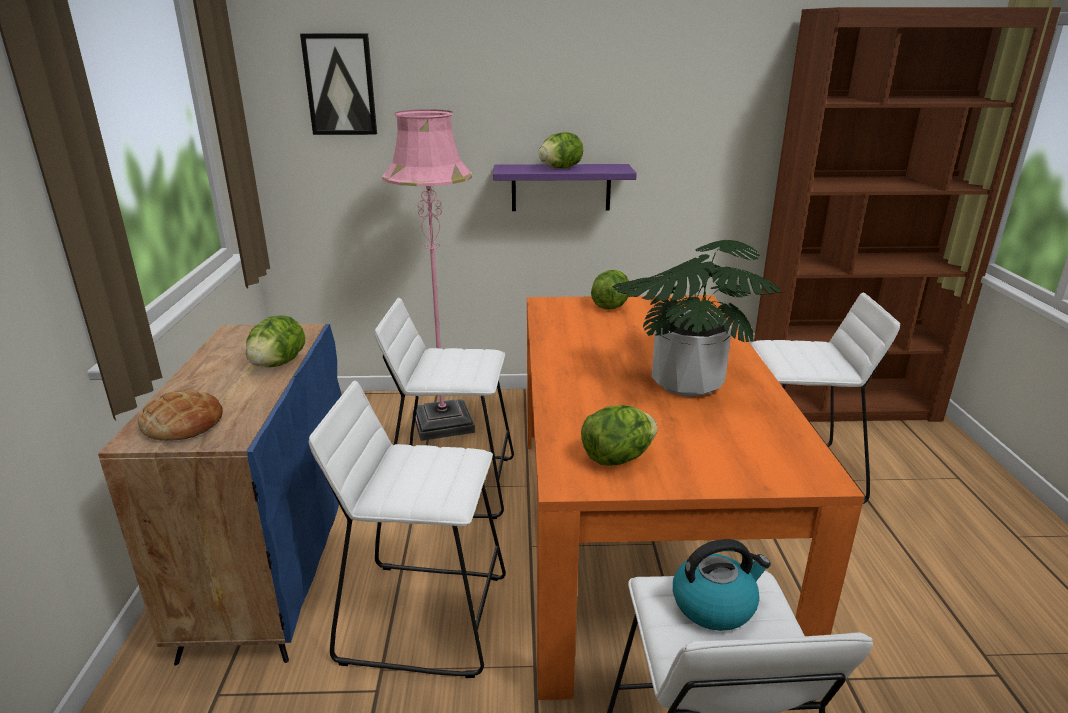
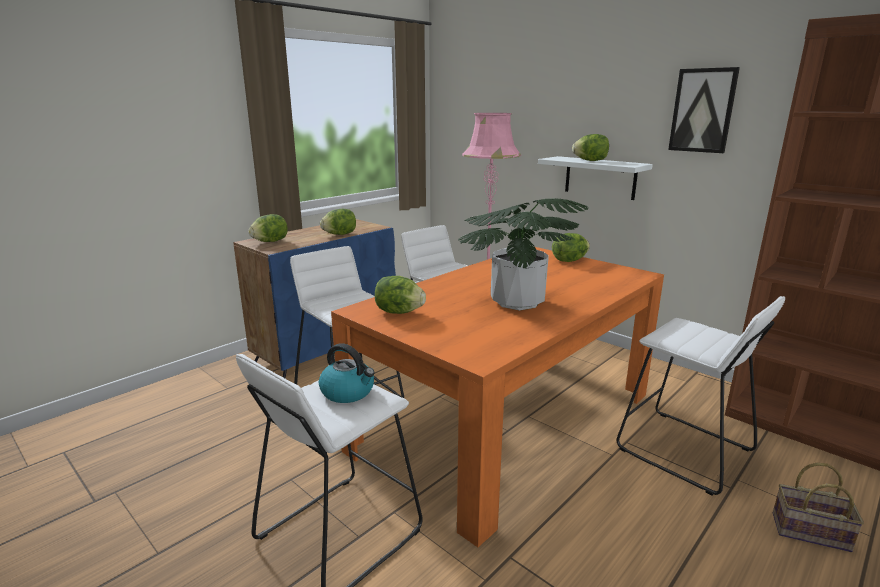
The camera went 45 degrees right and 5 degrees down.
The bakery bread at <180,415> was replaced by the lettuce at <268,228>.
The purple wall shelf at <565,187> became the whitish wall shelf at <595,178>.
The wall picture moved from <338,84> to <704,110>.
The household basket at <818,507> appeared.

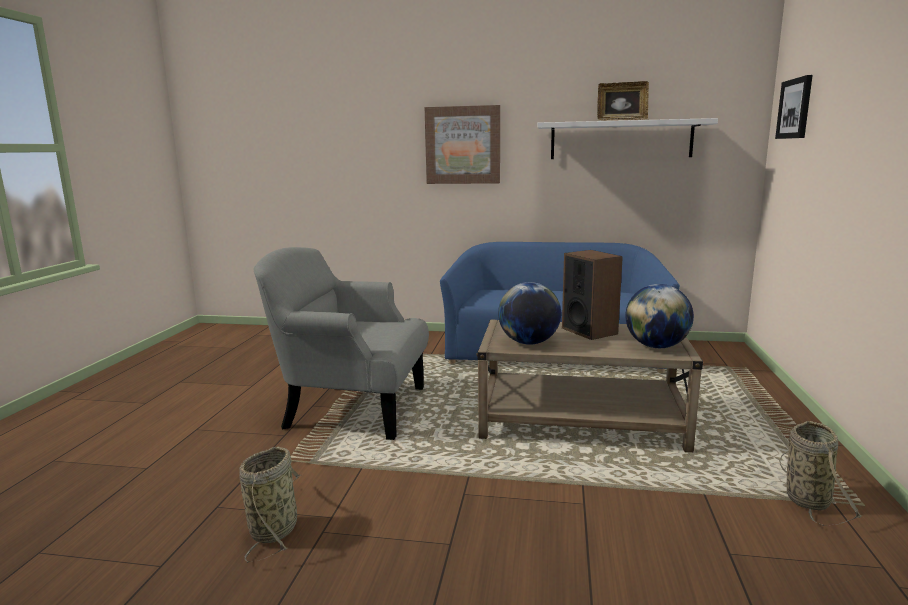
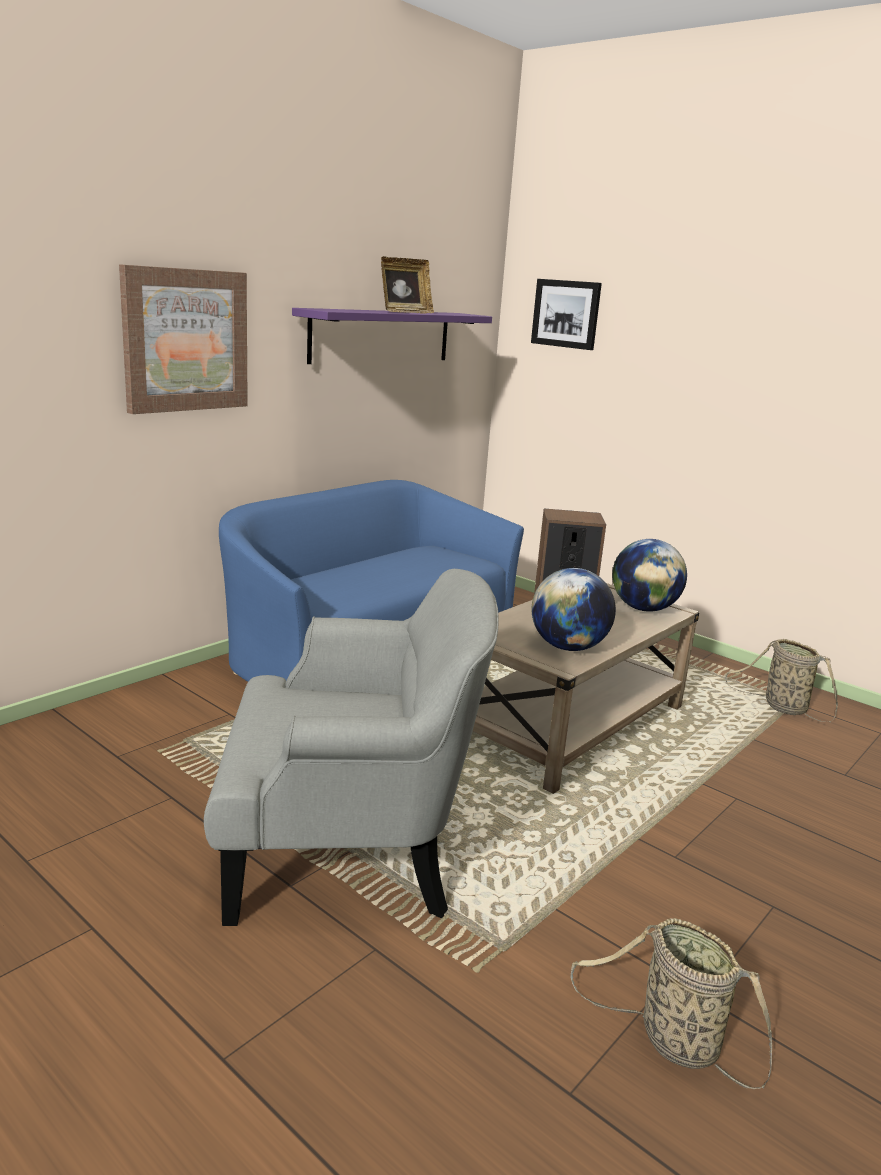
The camera went 60 degrees left and 5 degrees up.
The gray armchair at <341,343> turned 135 degrees counterclockwise.
The whitish wall shelf at <628,138> became the purple wall shelf at <392,336>.

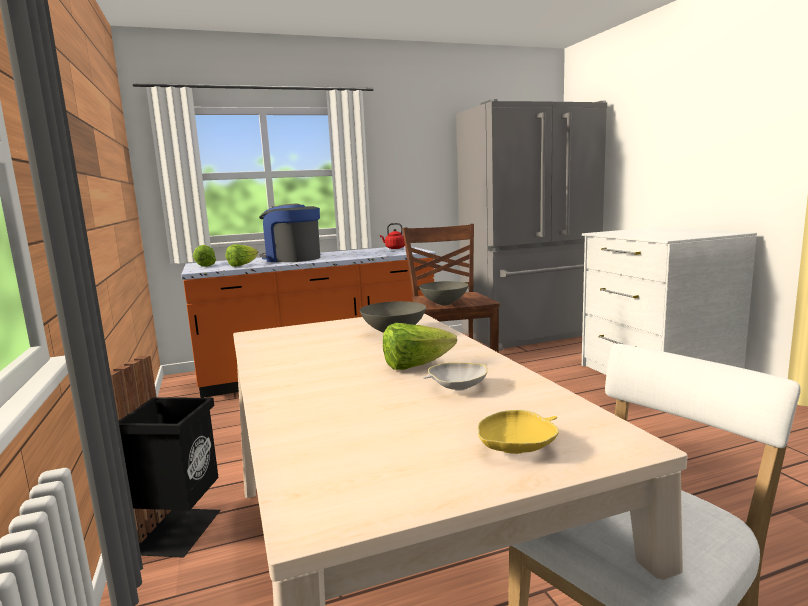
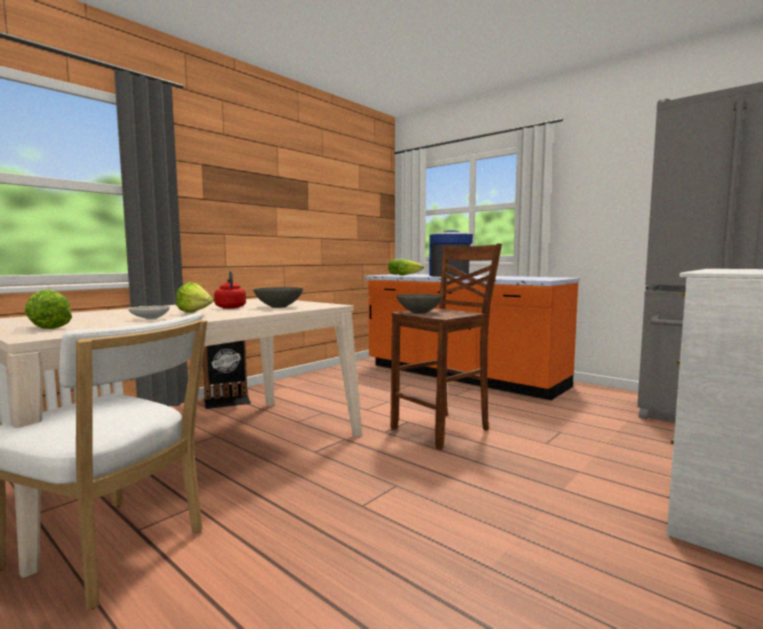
The camera went 60 degrees right and 5 degrees down.
The yellow deep dish at <518,432> was replaced by the lettuce at <48,309>.
The reddish water kettle moved from <392,236> to <230,289>.

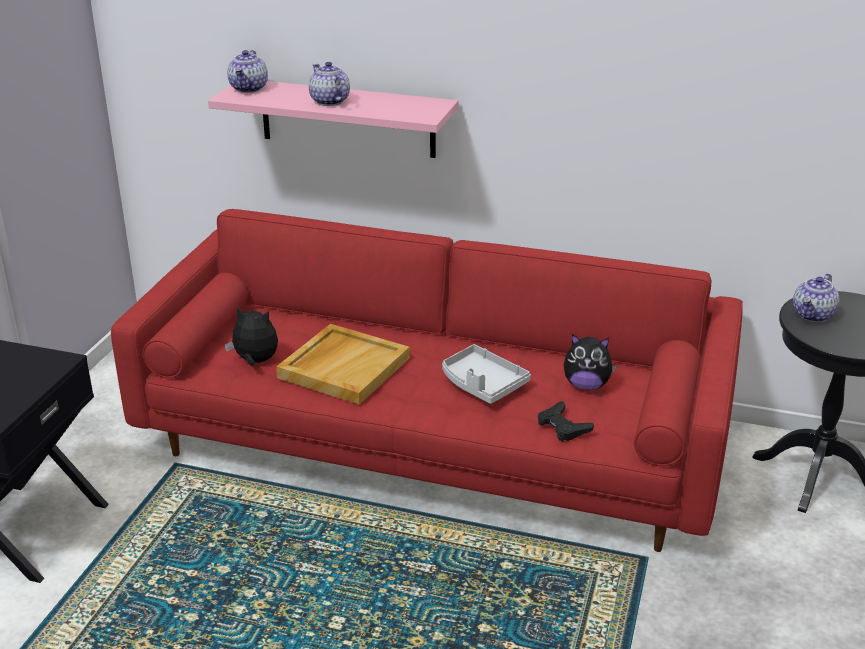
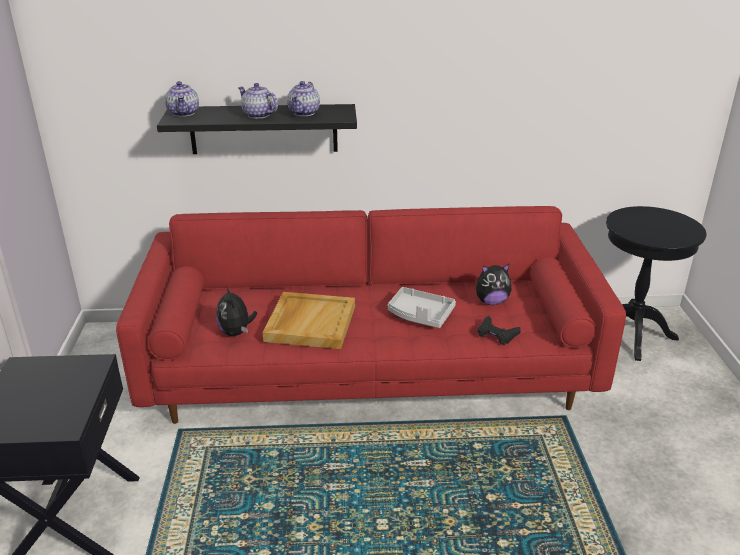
The camera went 20 degrees left and 0 degrees up.
The pink-coloured wall shelf at <333,119> became the black wall shelf at <257,129>.
The cuddly toy at <251,336> turned 105 degrees counterclockwise.
The tea pot moved from <816,298> to <303,98>.

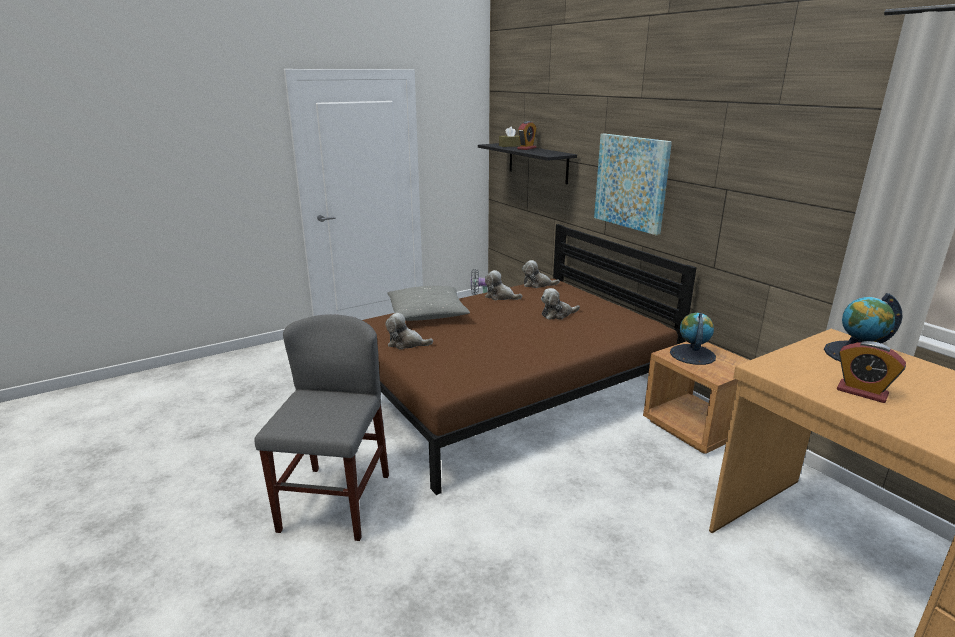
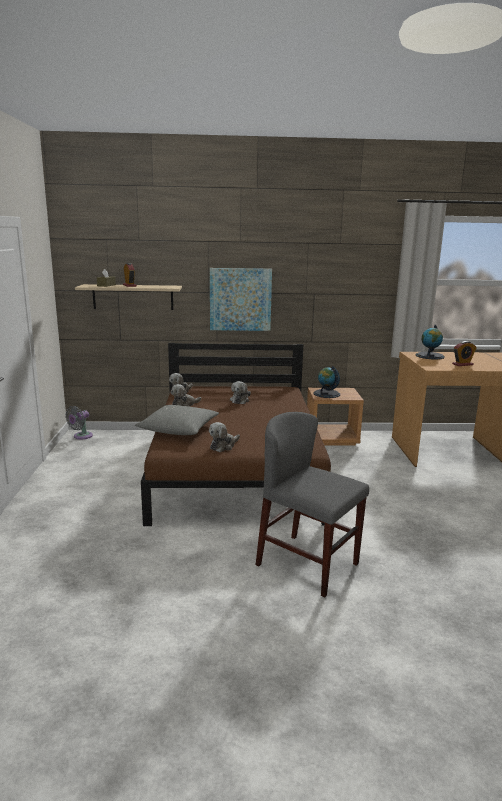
The camera went 60 degrees left and 5 degrees down.
The black wall shelf at <527,163> became the sand-coloured wall shelf at <128,297>.

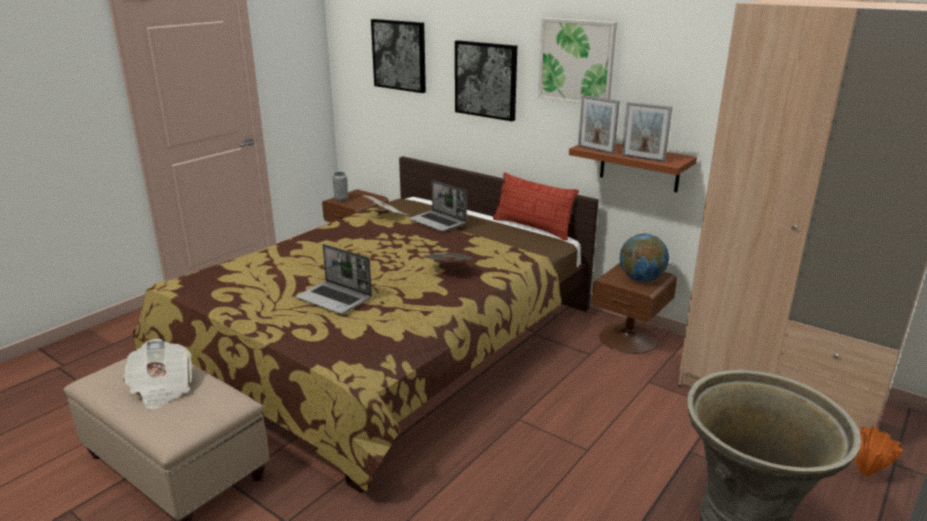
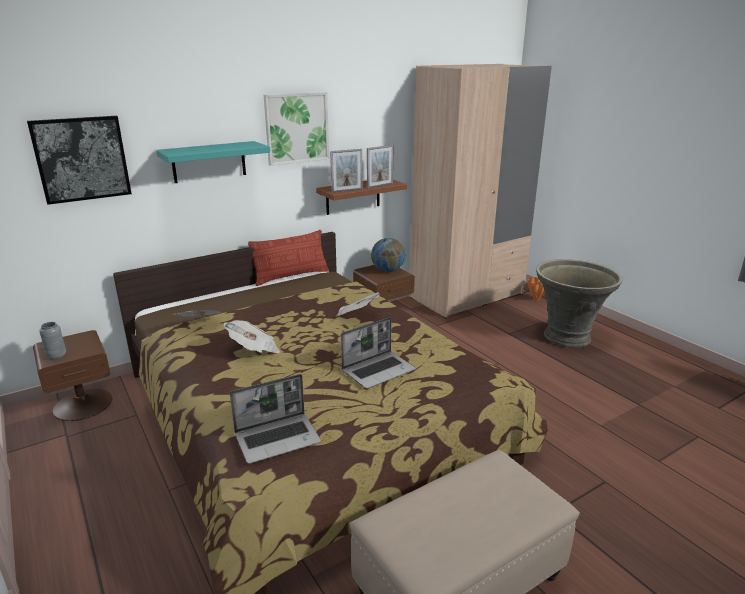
The camera went 70 degrees left and 0 degrees up.
The wall picture at <486,80> was replaced by the turquoise wall shelf at <213,162>.
The printed paper moved from <157,374> to <251,336>.
The portable computer moved from <438,206> to <275,419>.

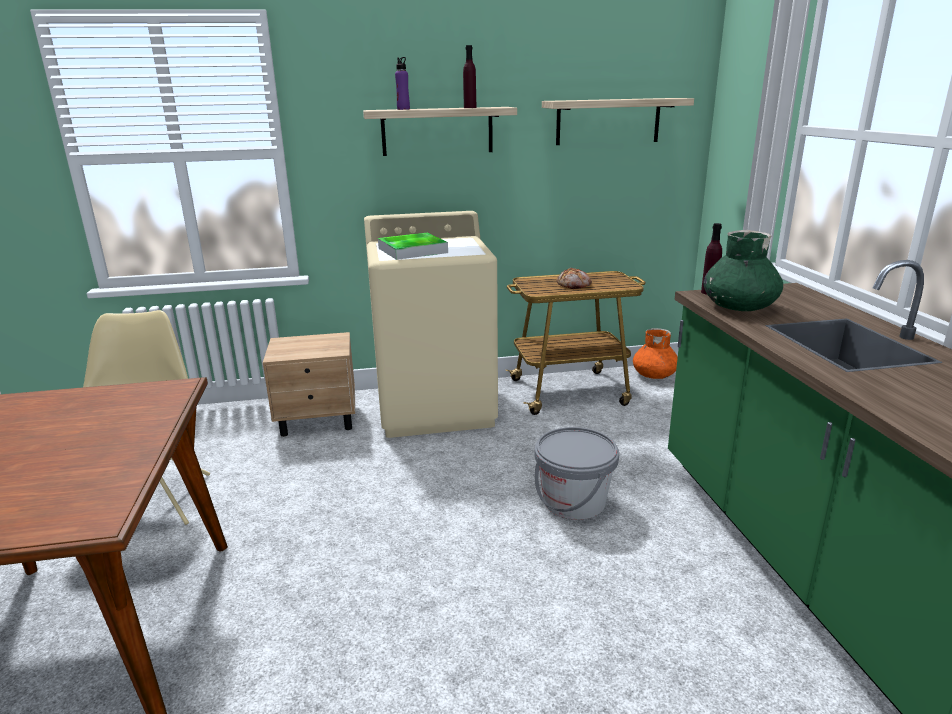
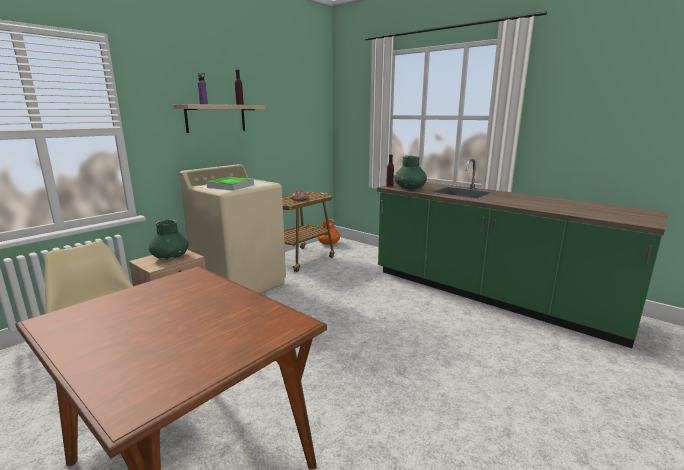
The camera went 40 degrees left and 5 degrees down.
The greenish decorative vase at <169,239> appeared.
The gray water bucket at <577,473> disappeared.
The wall shelf at <618,121> disappeared.

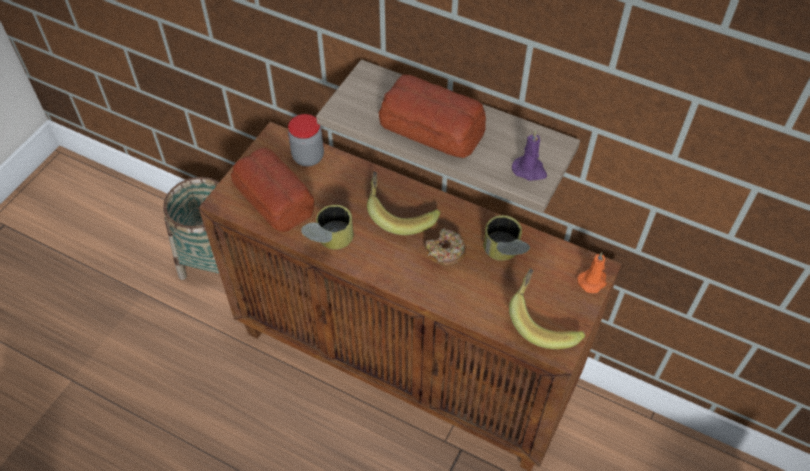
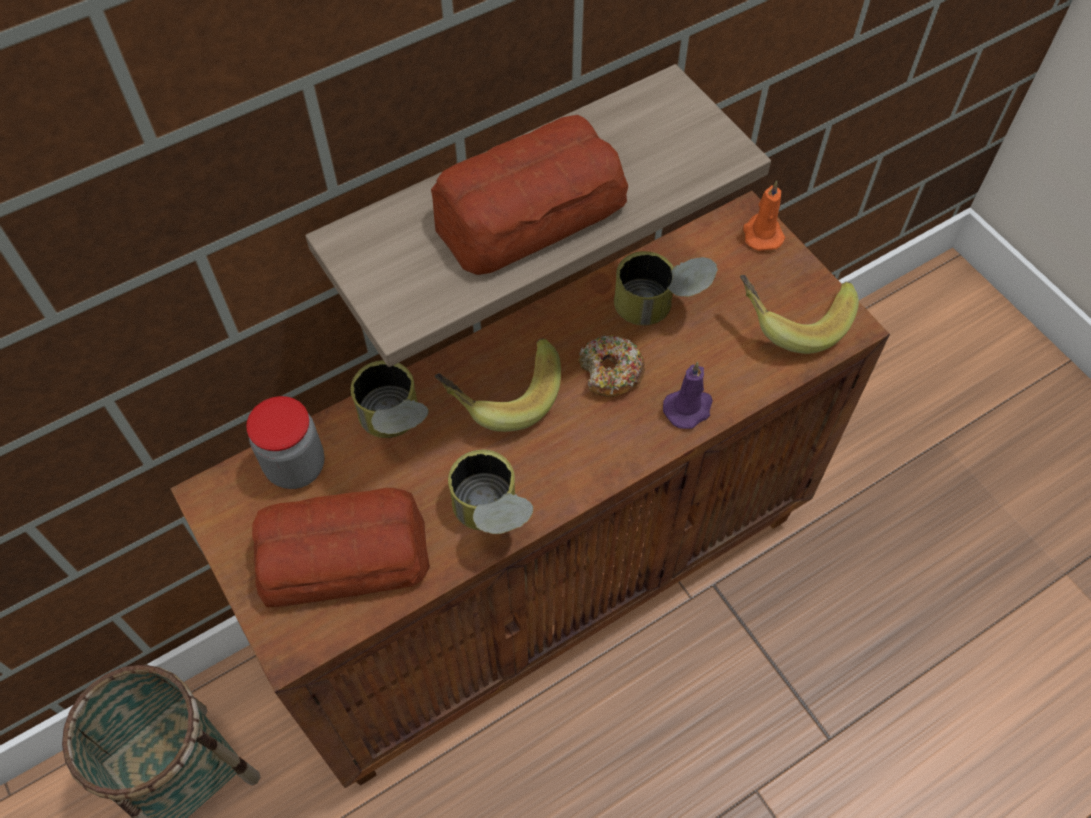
The camera went 60 degrees left and 5 degrees up.
The metal can at <390,399> appeared.
The purple candle moved from <529,155> to <688,395>.

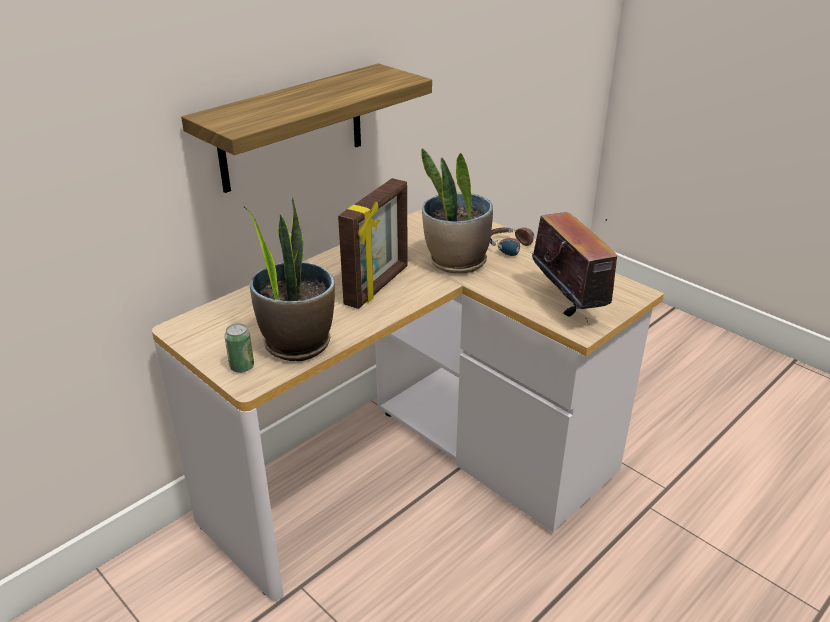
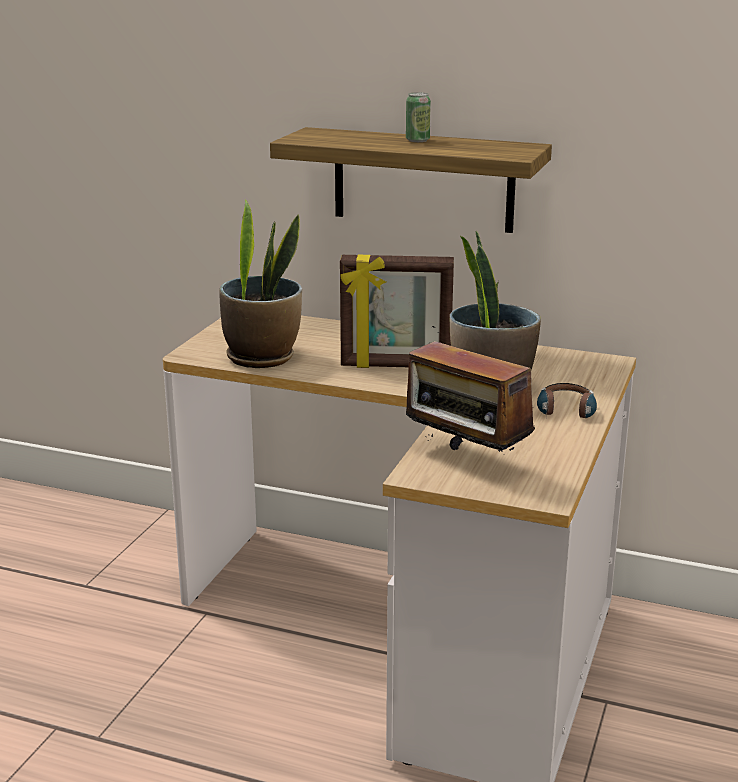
The camera went 65 degrees right and 10 degrees down.
The metal can moved from <239,348> to <418,117>.
The radio receiver at <574,267> turned 90 degrees clockwise.

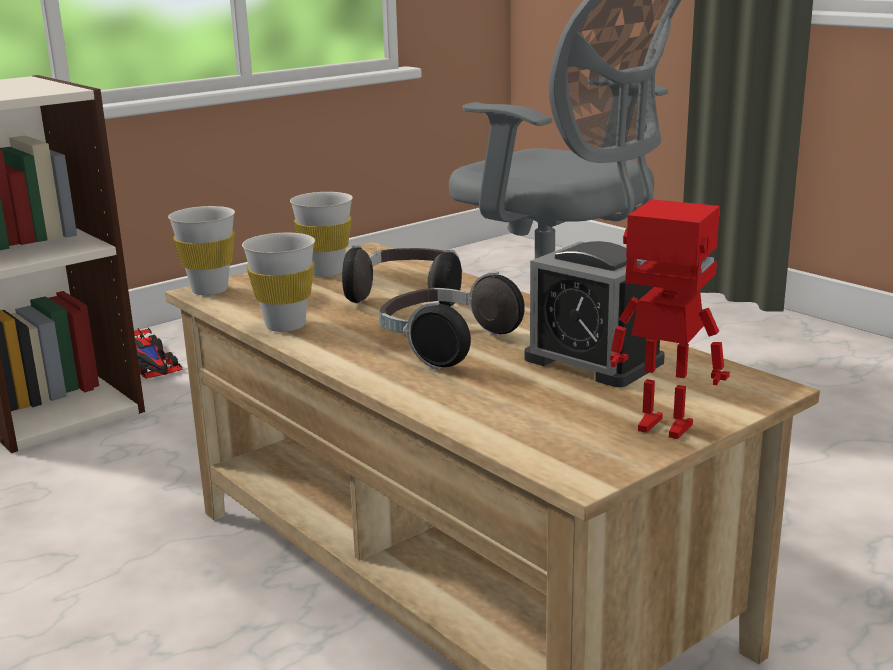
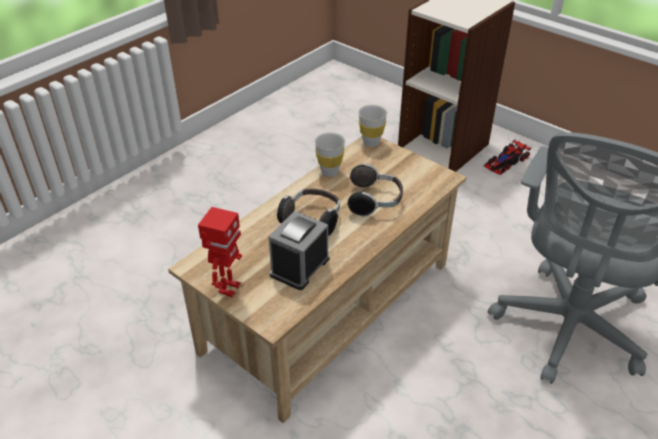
The camera went 80 degrees right and 20 degrees up.
The whitish cup at <321,234> disappeared.

